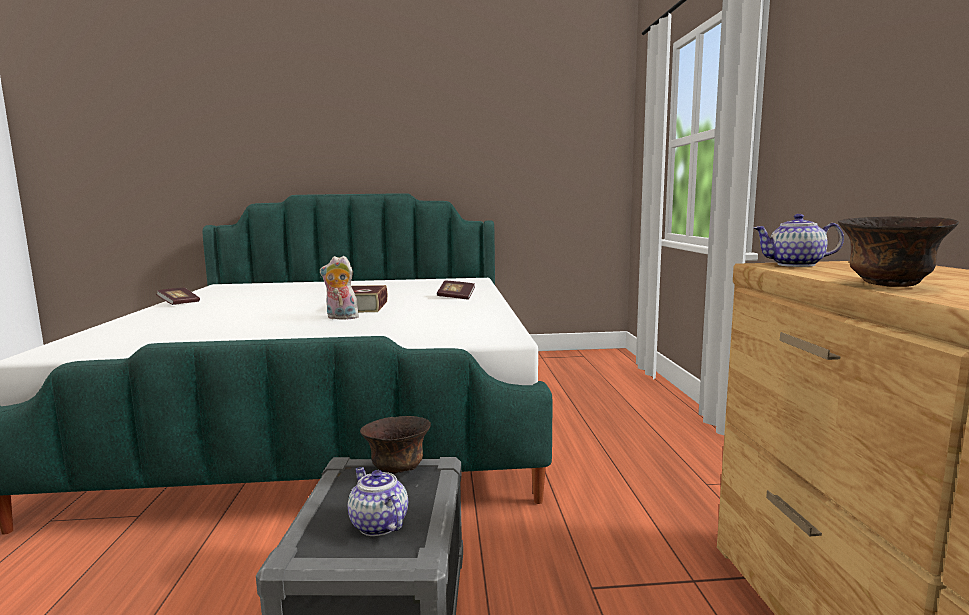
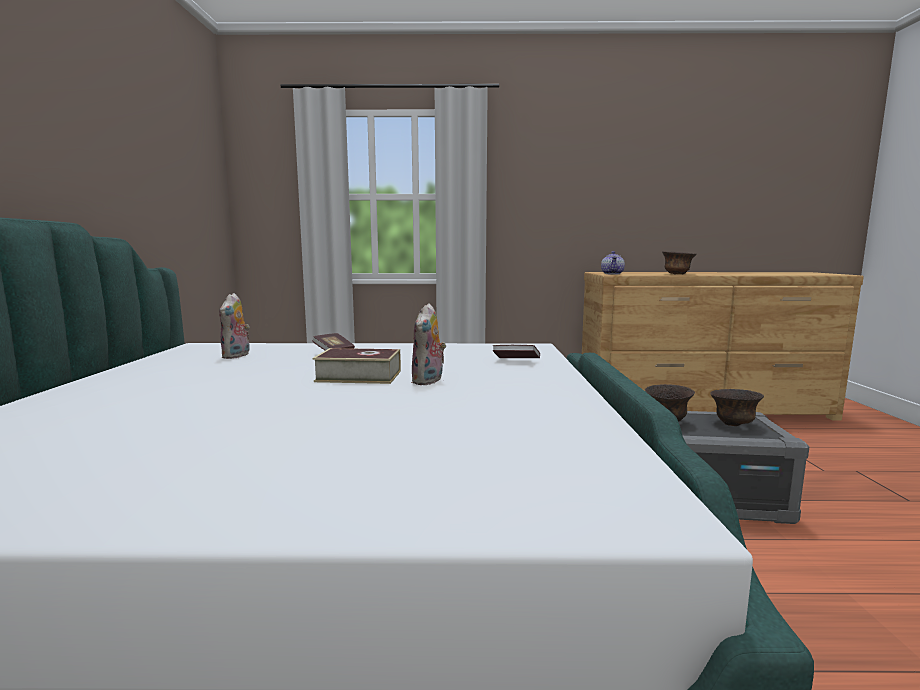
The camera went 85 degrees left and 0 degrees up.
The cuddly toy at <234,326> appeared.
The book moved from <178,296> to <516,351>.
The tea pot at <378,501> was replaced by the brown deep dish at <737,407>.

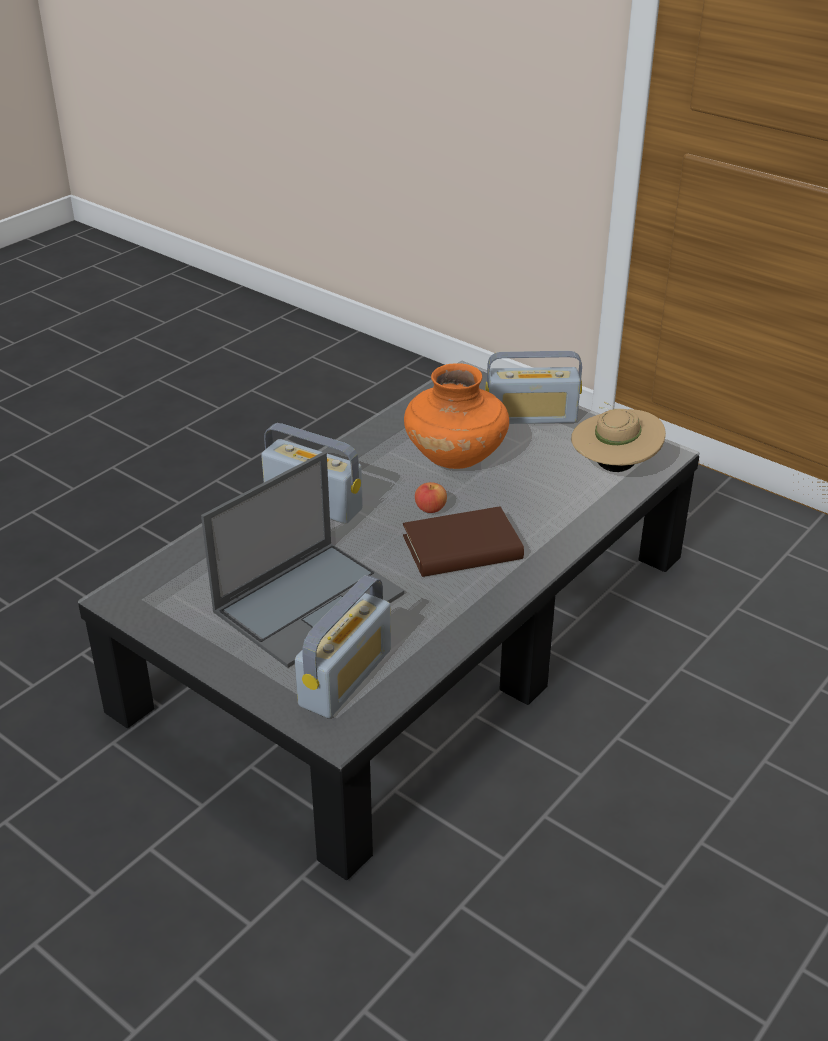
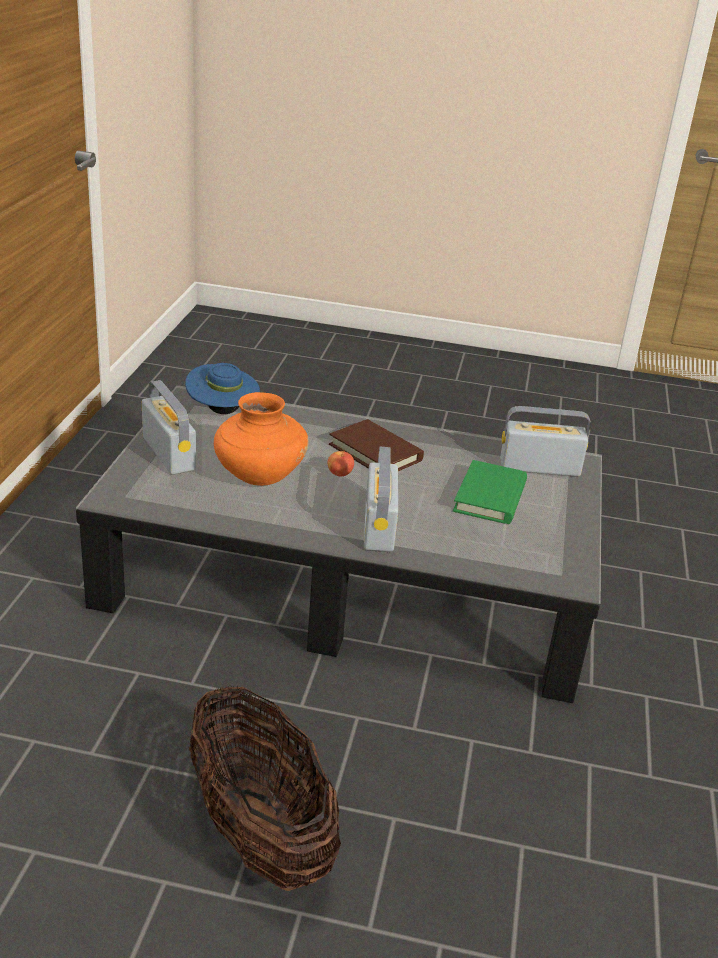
The camera went 120 degrees left and 5 degrees down.
The sand-coloured wearable hat at <618,436> became the blue wearable hat at <222,388>.
The household basket at <265,788> appeared.
The portable computer at <302,560> was replaced by the greenish book at <490,492>.

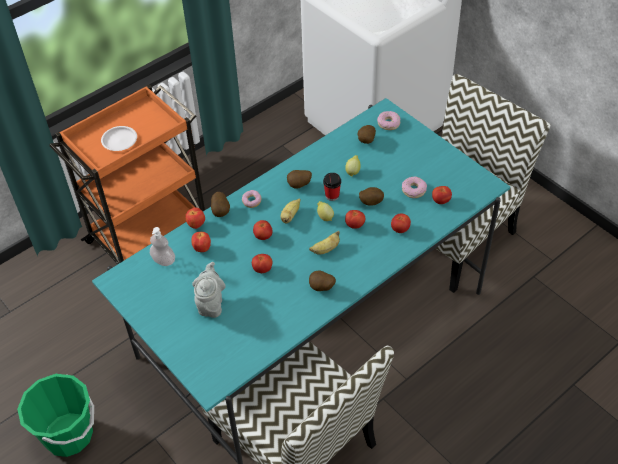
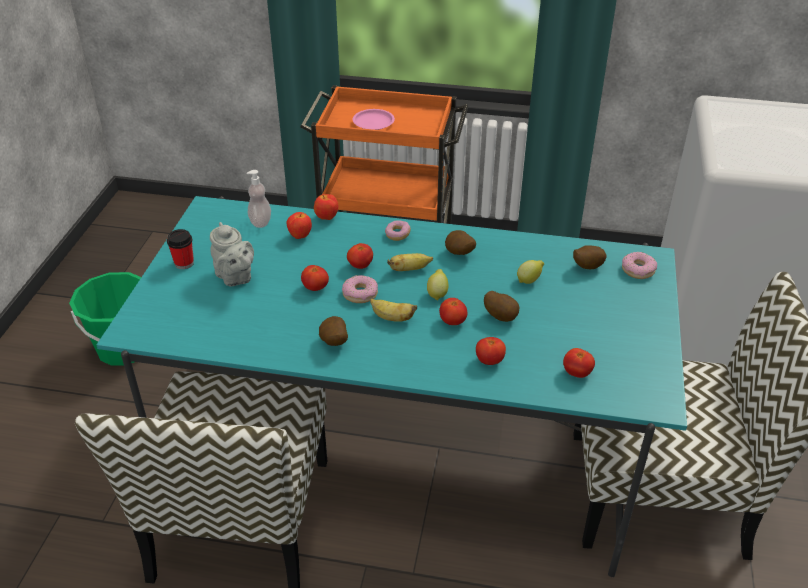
The camera went 50 degrees right and 10 degrees down.
The cup moved from <332,187> to <180,249>.
The gray tea pot at <209,290> turned 90 degrees clockwise.
The doughnut moved from <414,187> to <360,289>.
The whitish dinner plate at <119,138> became the pink-coloured dinner plate at <374,119>.
The spud at <220,204> disappeared.

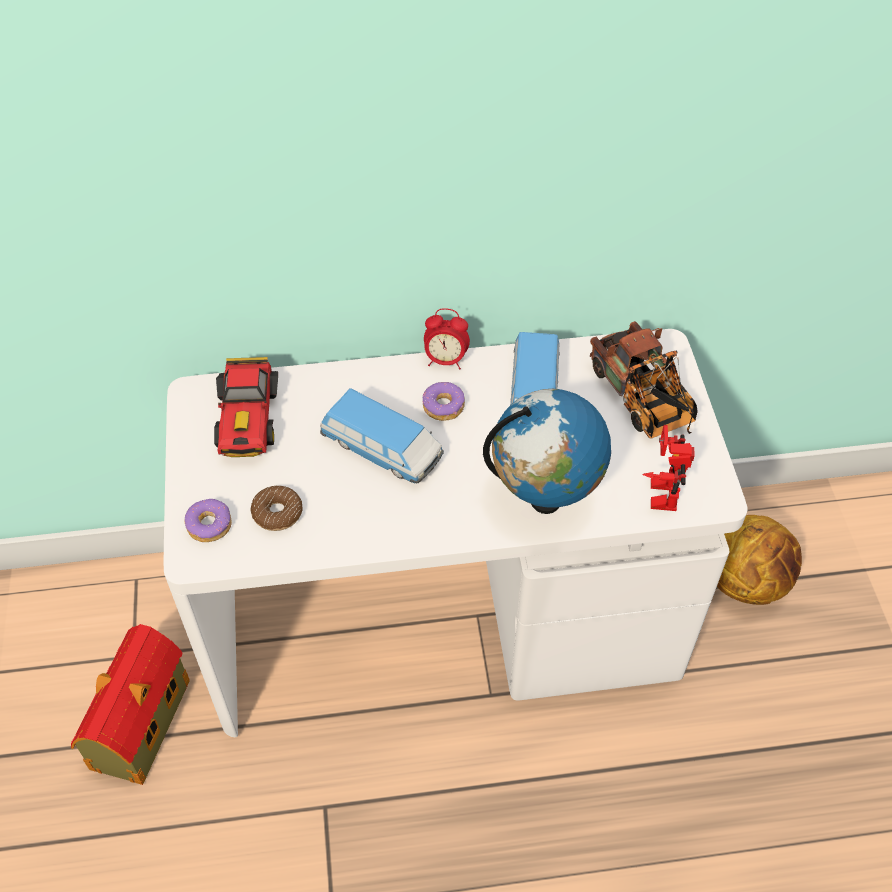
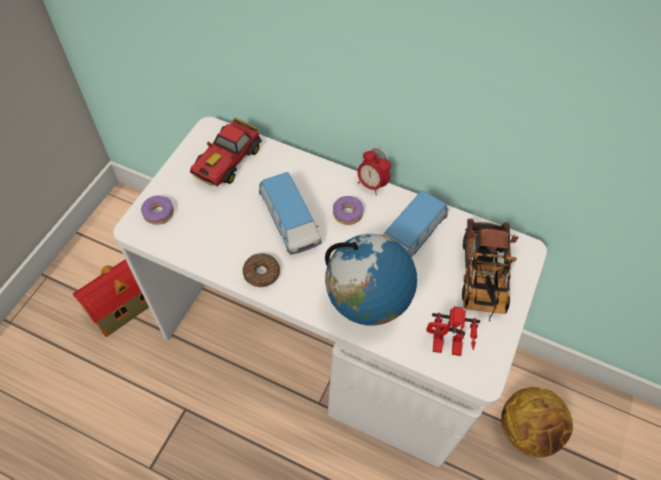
The camera went 30 degrees right and 5 degrees up.
The doughnut moved from <277,508> to <261,270>.
The robot figure at <668,468> turned 120 degrees counterclockwise.

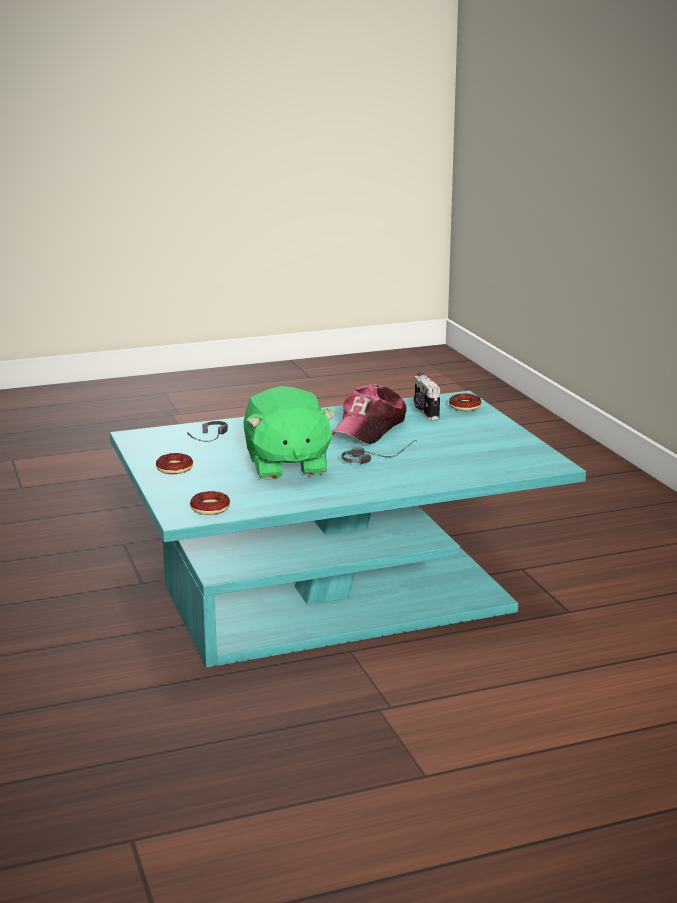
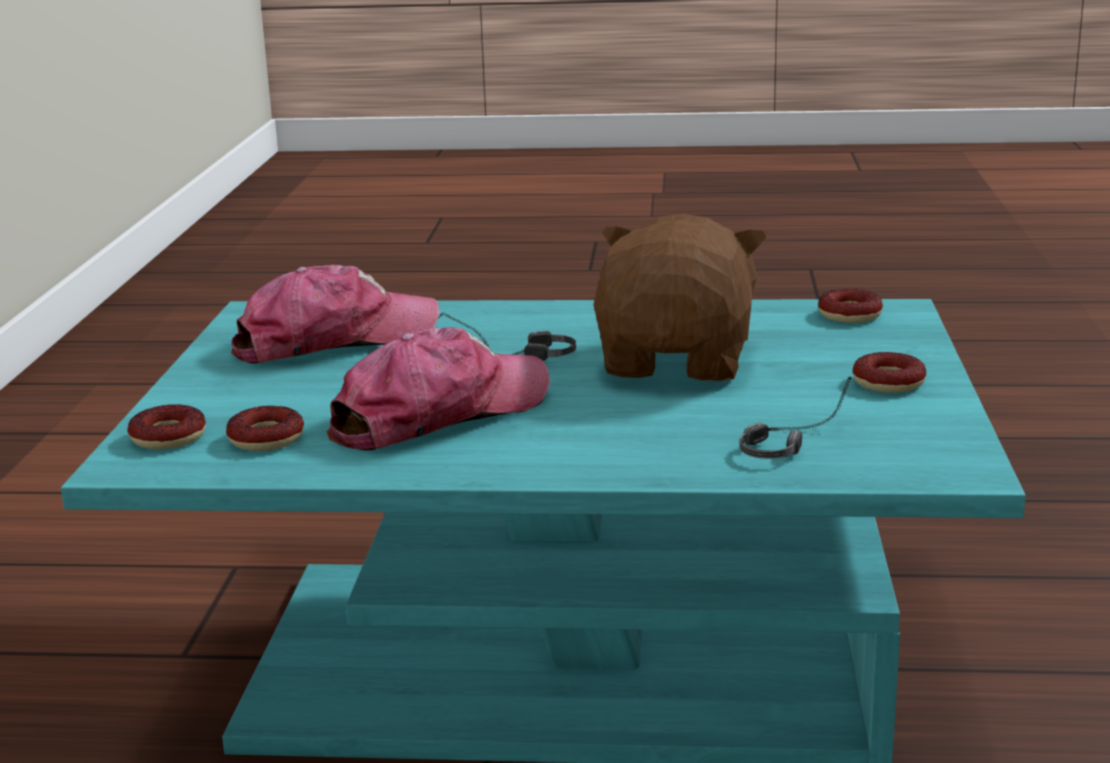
The camera went 155 degrees left and 0 degrees up.
The photo camera at <427,396> was replaced by the doughnut at <265,428>.
The cap at <335,314> appeared.
The greenish cuddly toy at <290,433> became the brown cuddly toy at <679,298>.

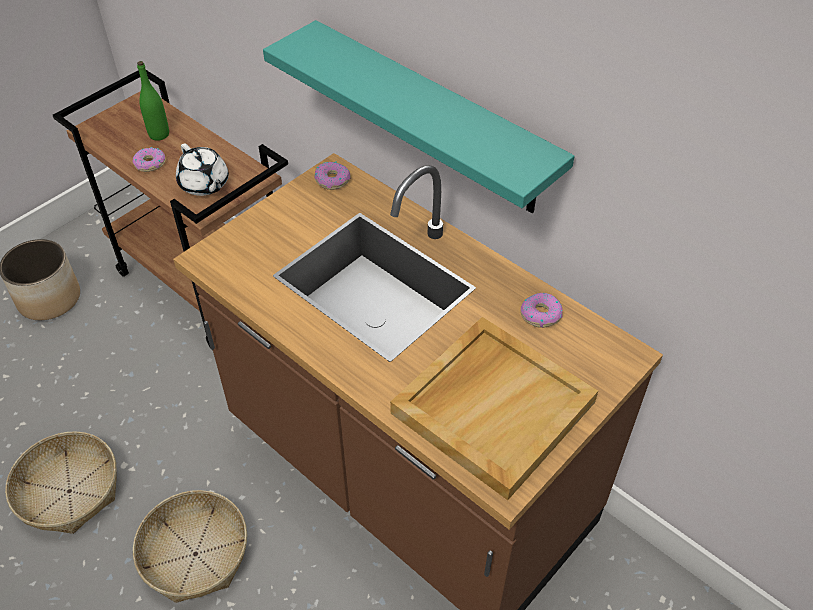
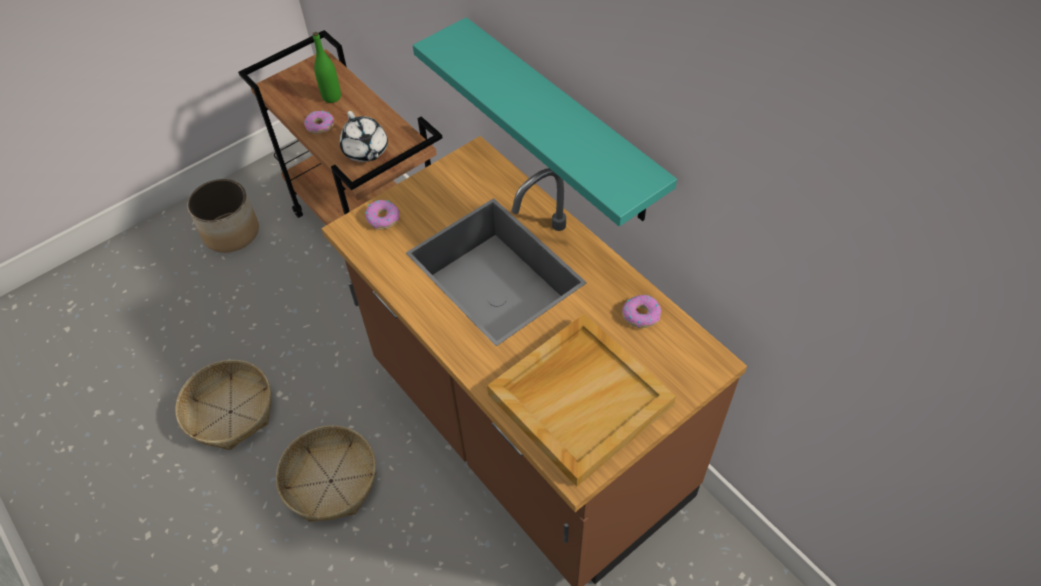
The camera went 10 degrees right and 5 degrees up.
The doughnut moved from <332,175> to <382,214>.

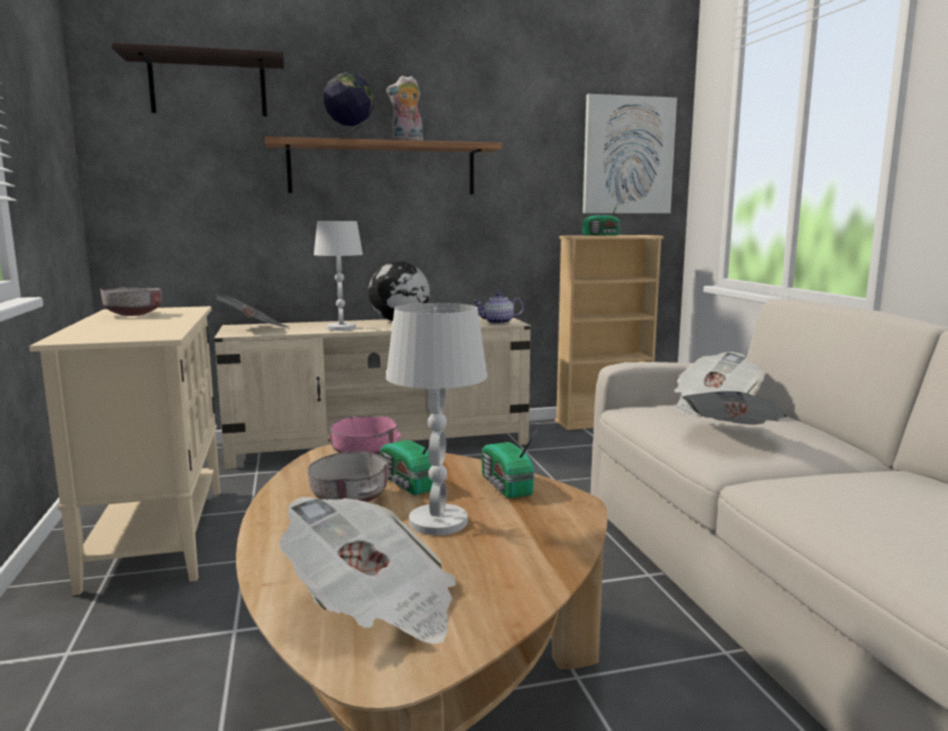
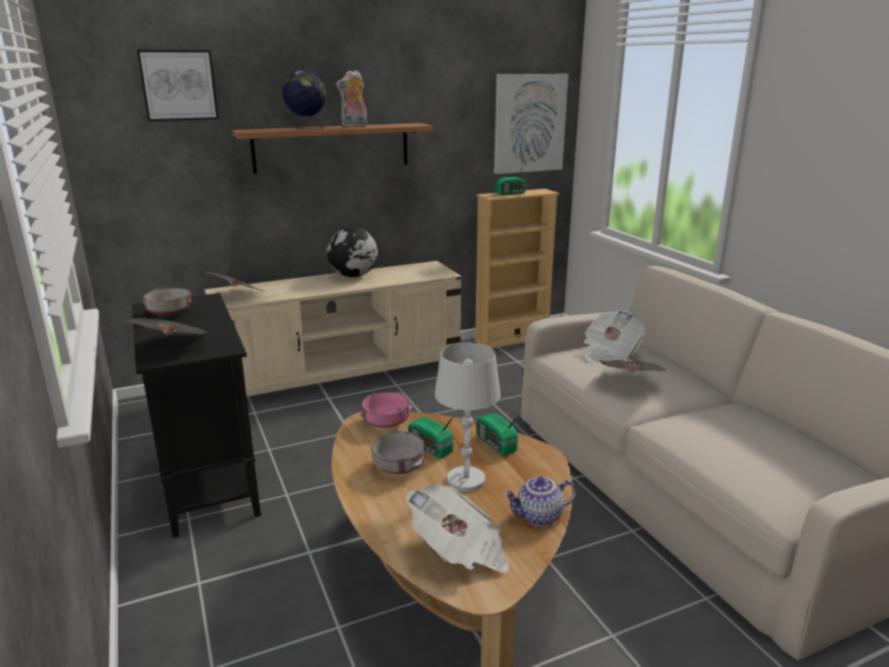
The camera went 10 degrees left and 10 degrees up.
The printed paper at <165,326> appeared.
The sand-coloured cupboard at <124,450> became the black cupboard at <196,415>.
The wall shelf at <197,79> was replaced by the wall picture at <178,85>.
The tea pot moved from <499,308> to <540,501>.
The whitish table lamp at <338,276> disappeared.

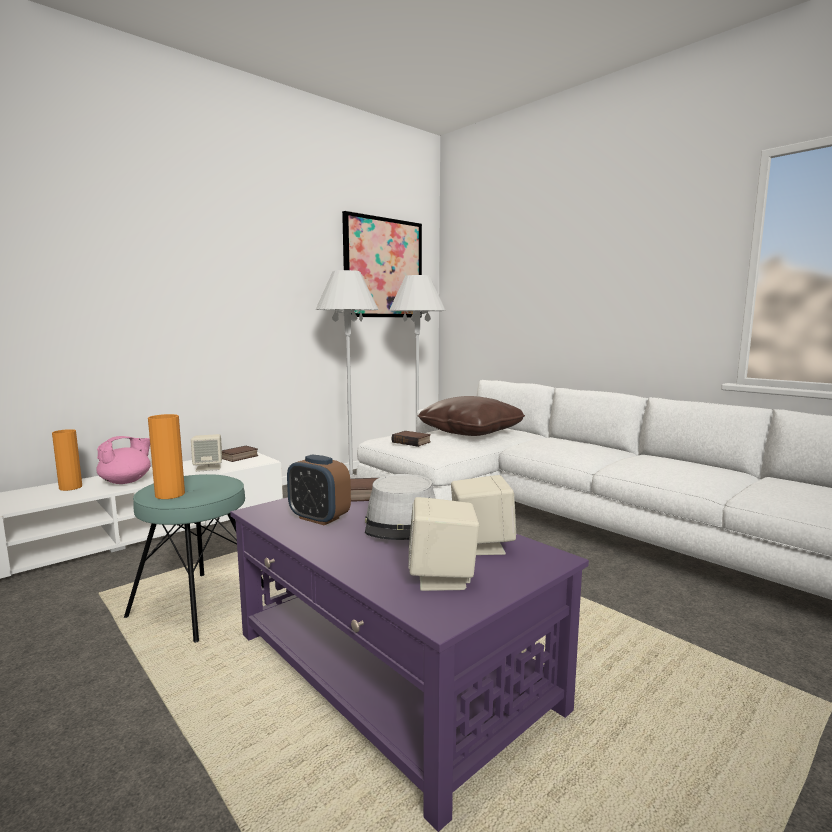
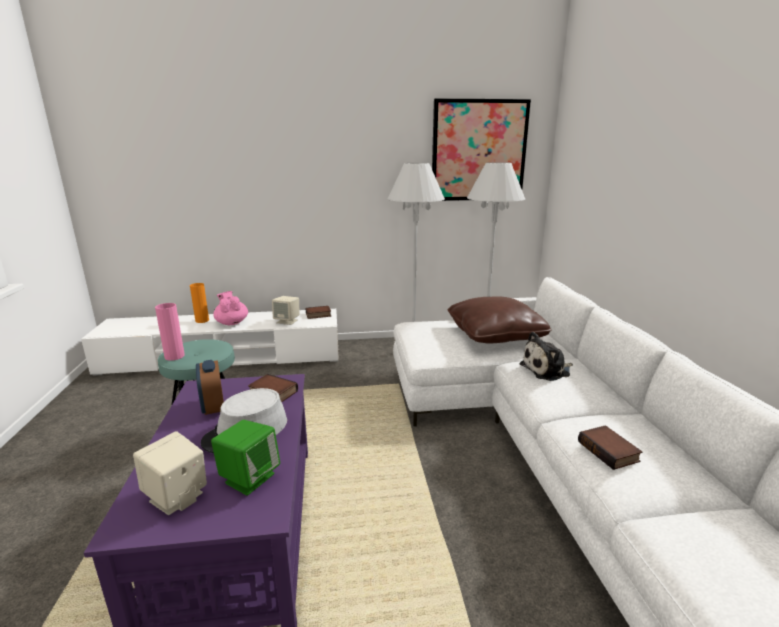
The camera went 35 degrees right and 10 degrees up.
The orangey decorative vase at <166,456> became the pink-coloured decorative vase at <170,332>.
The sand-coloured speaker at <483,515> became the greenish speaker at <245,458>.
The pink-coloured tea pot at <123,460> turned 105 degrees counterclockwise.
The cuddly toy at <546,356> appeared.
The book moved from <411,439> to <610,447>.

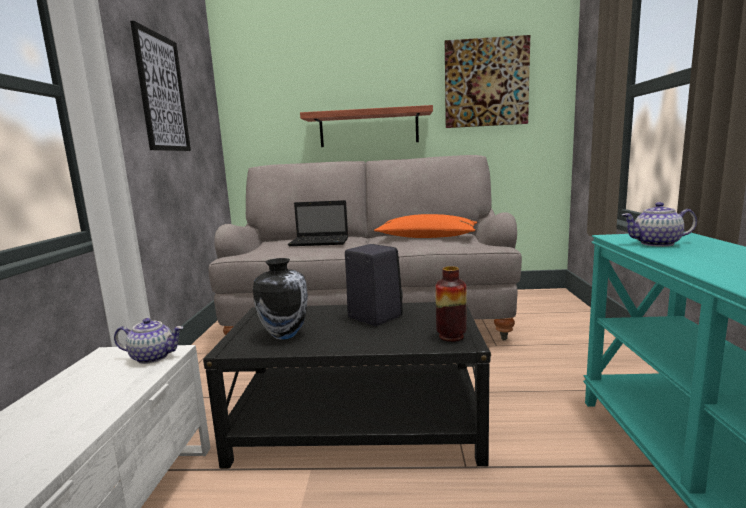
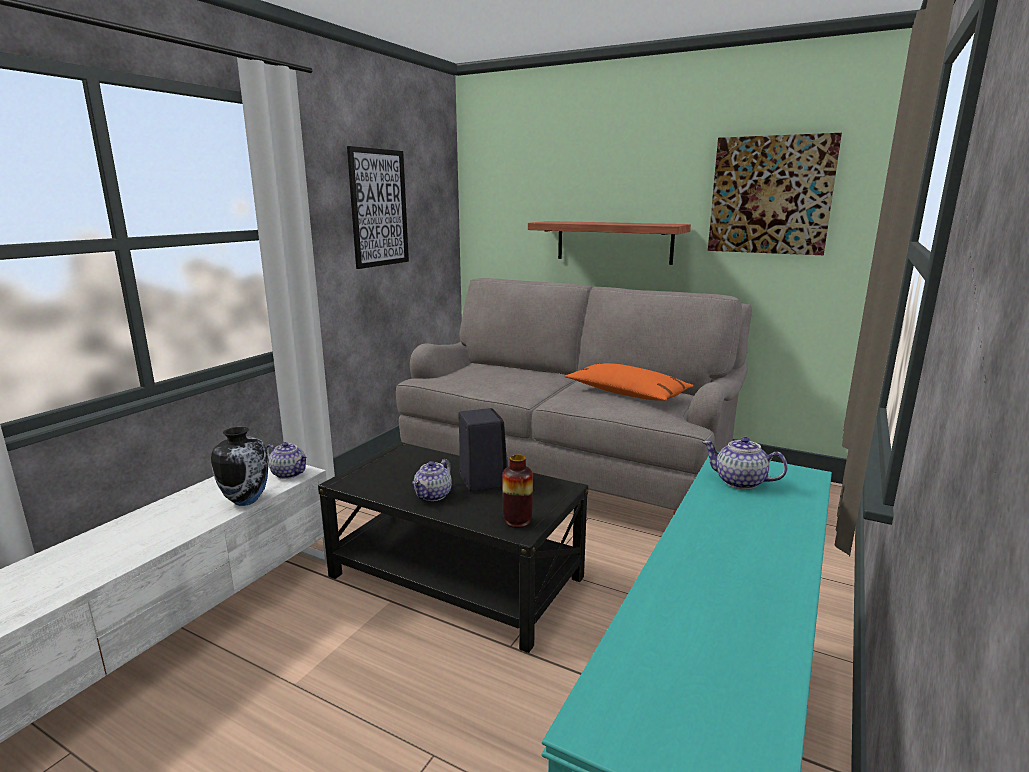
The camera went 25 degrees right and 5 degrees up.
The decorative vase moved from <280,299> to <240,466>.
The tea pot at <432,480> appeared.
The portable computer at <318,223> disappeared.

